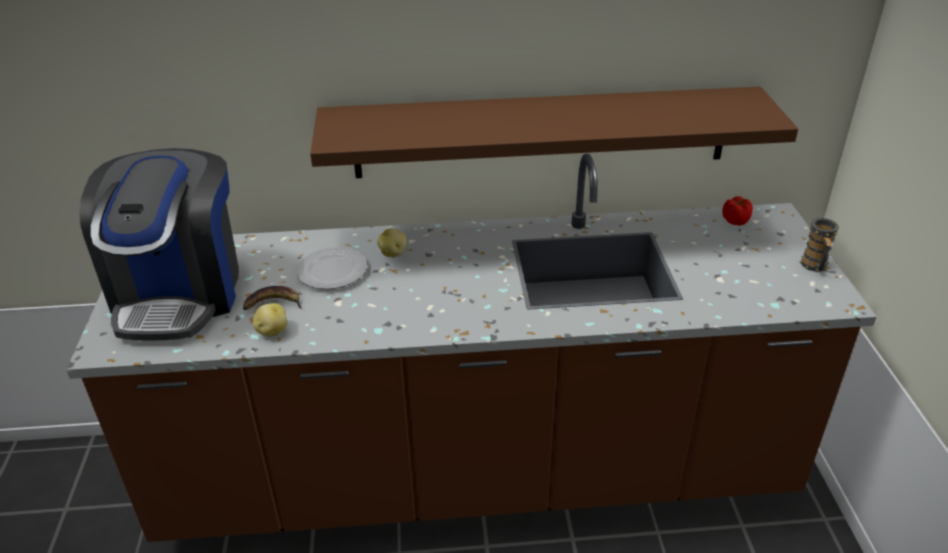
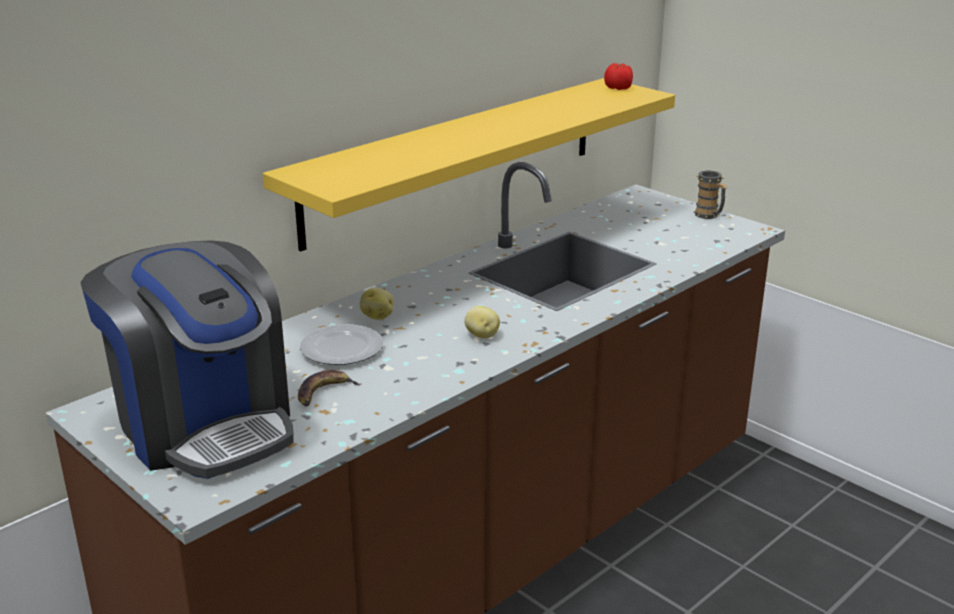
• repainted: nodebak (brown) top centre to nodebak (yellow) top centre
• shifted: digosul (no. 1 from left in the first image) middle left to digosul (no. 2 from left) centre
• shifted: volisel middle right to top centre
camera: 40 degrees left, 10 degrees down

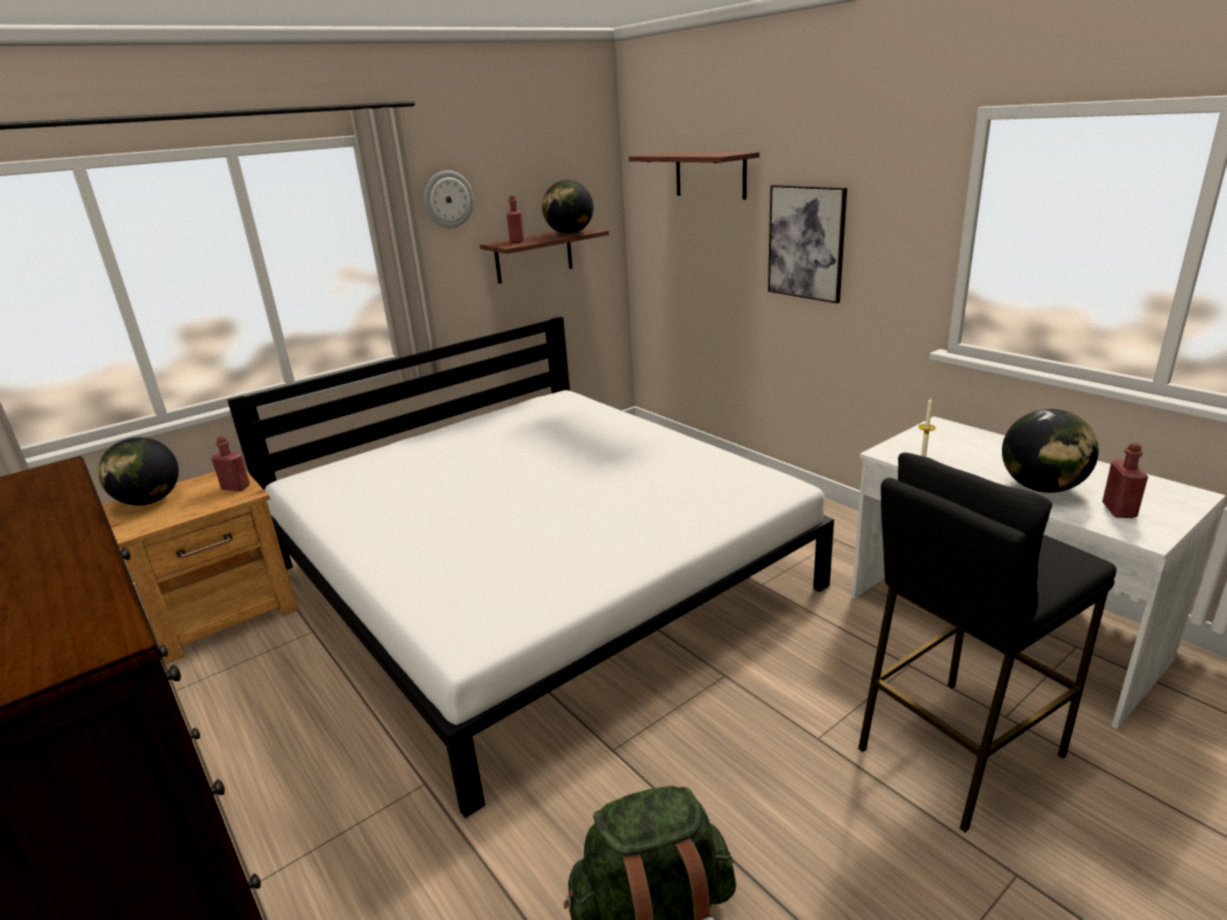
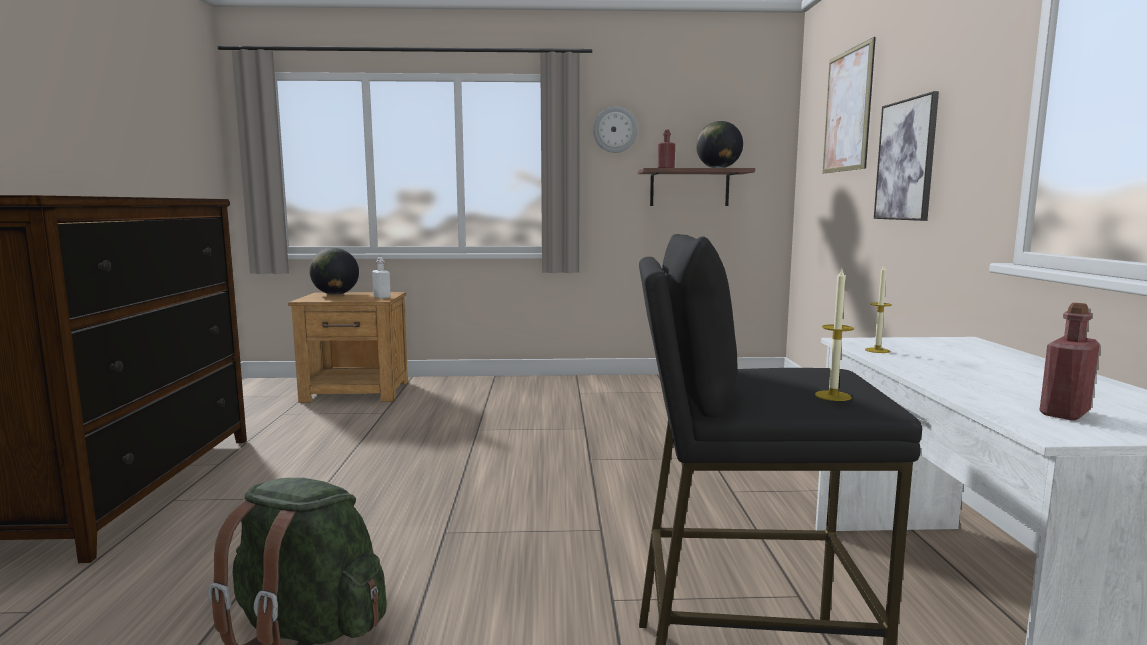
• repainted: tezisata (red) (no. 1 from left) middle left to tezisata (white) middle left
• new: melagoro (no. 1 from left) middle right
• swapped: nodebak (no. 2 from left) top centre to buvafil (no. 1 from left) top right
• gone: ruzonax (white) centre
• gone: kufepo (no. 3 from left) middle right
camera: 35 degrees right, 15 degrees down

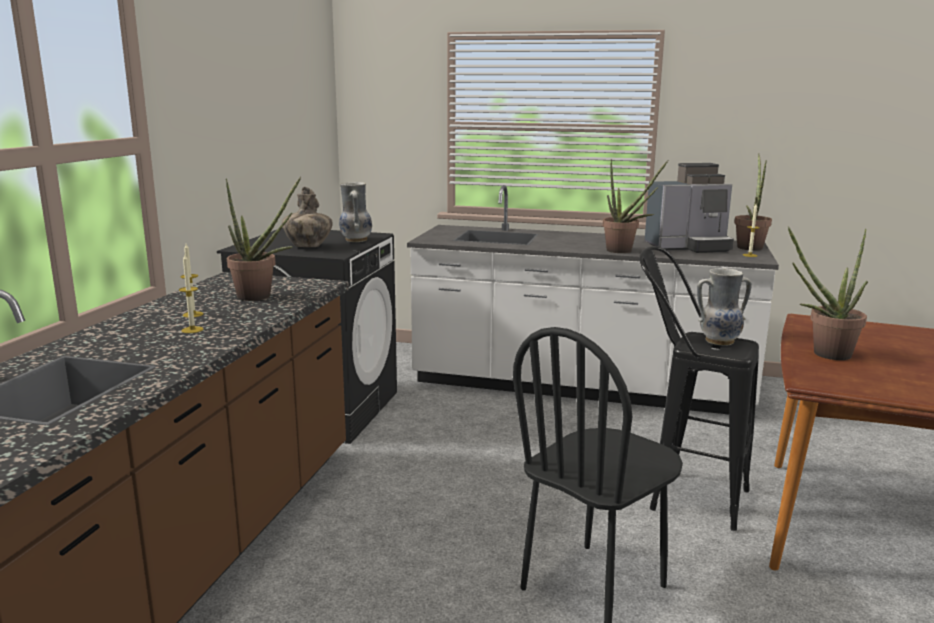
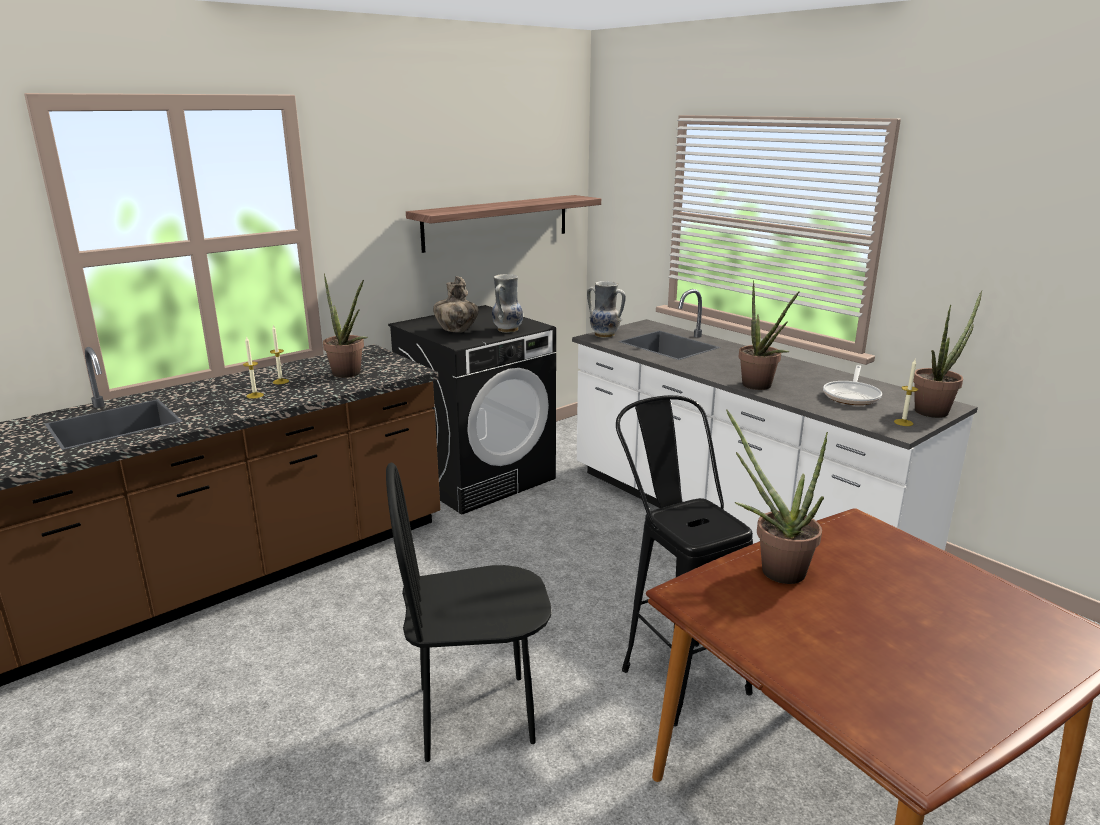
• new: nodebak top centre
• shifted: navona (no. 3 from left) middle right to centre
• swapped: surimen middle right to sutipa middle right
camera: 35 degrees right, 5 degrees up

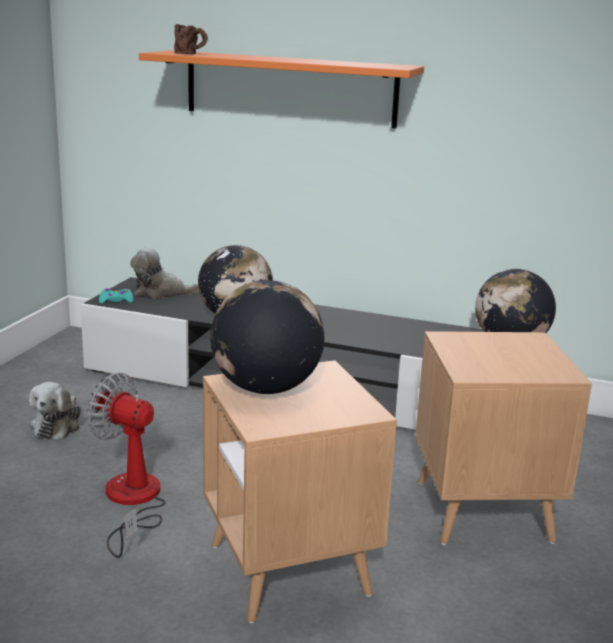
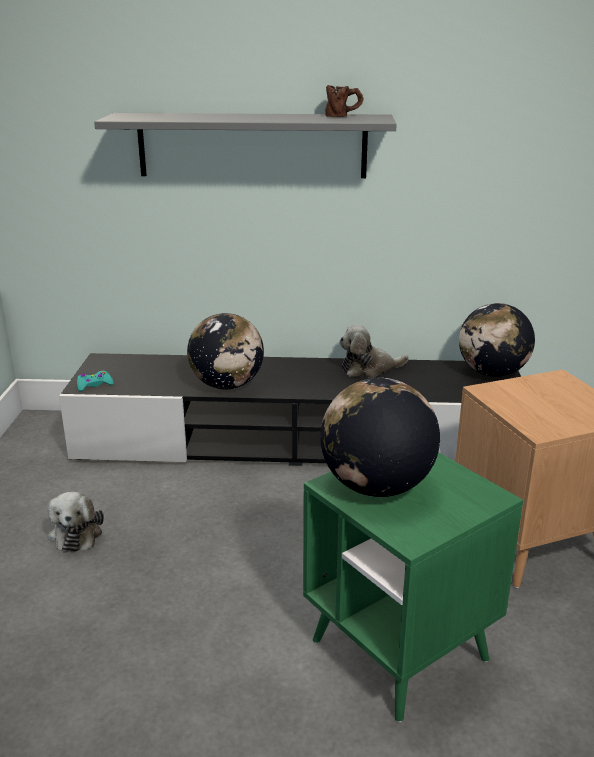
• repainted: nodebak (orange) top centre to nodebak (grey) top centre
• repainted: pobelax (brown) (no. 1 from left) bottom centre to pobelax (green) bottom right
• shifted: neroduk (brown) top left to top centre
• shifted: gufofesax (no. 2 from left) middle left to centre
• gone: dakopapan bottom left
camera: 15 degrees left, 5 degrees up

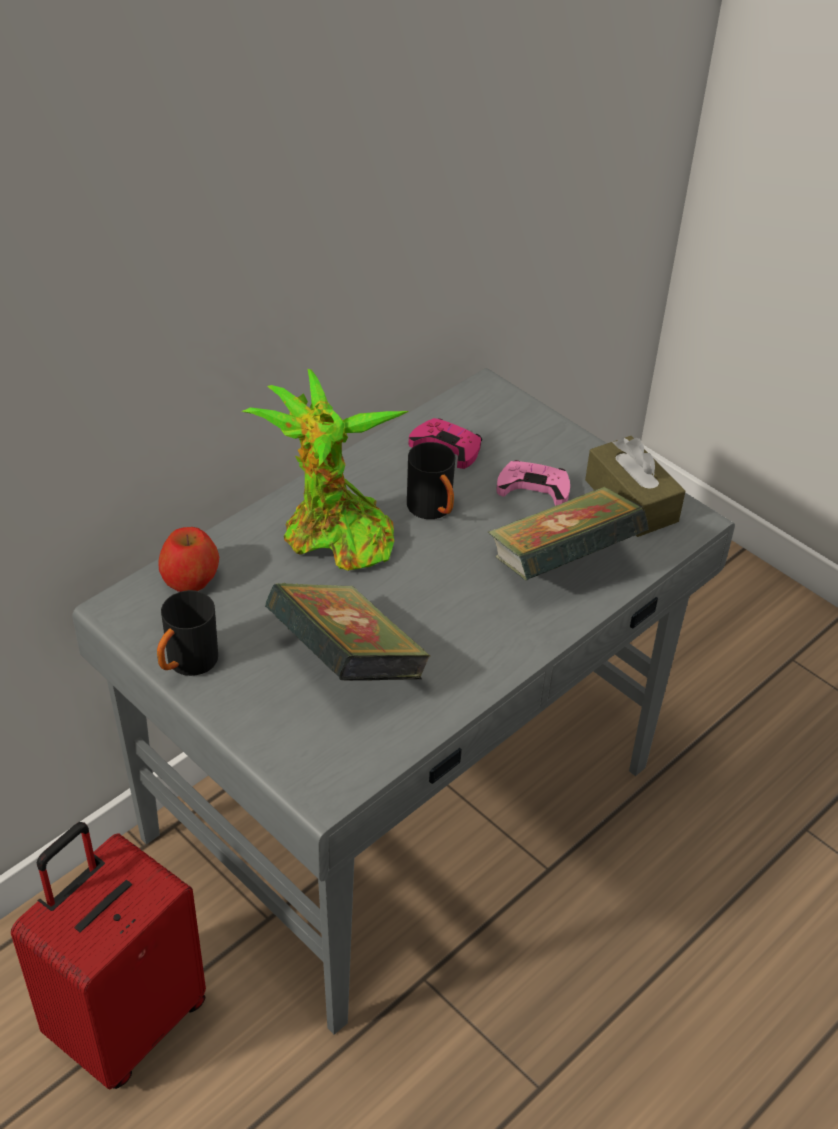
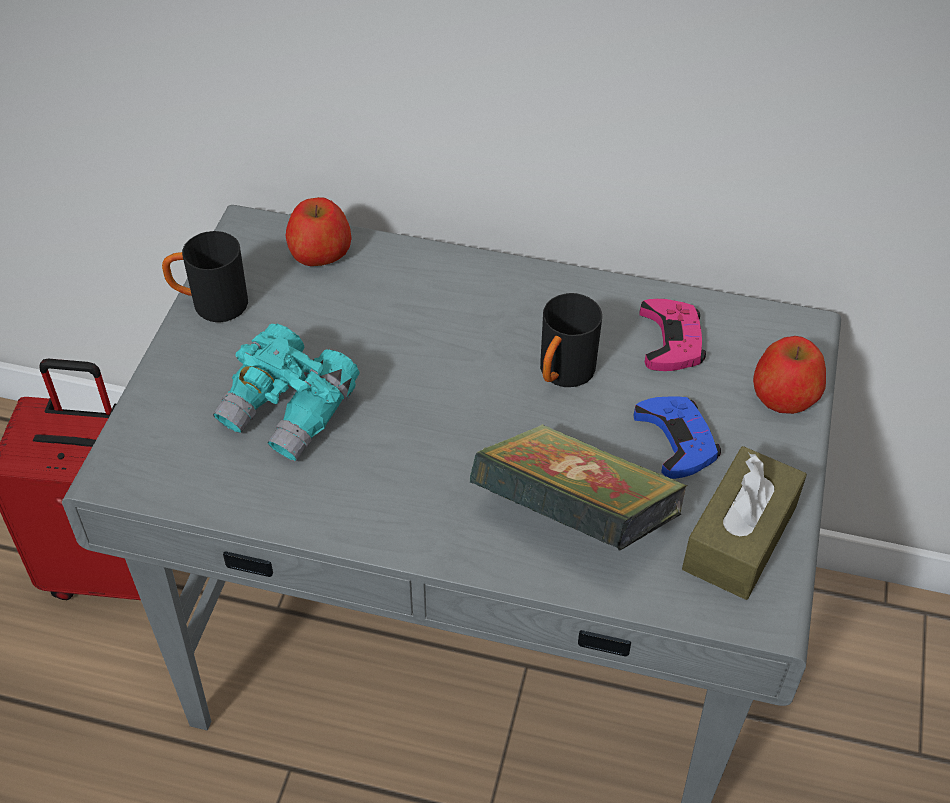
• swapped: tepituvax (no. 1 from left) centre to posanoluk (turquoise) middle left
• repainted: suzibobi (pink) (no. 2 from left) centre to suzibobi (blue) middle right
• new: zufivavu (no. 2 from left) middle right
• gone: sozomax centre
camera: 60 degrees right, 5 degrees up

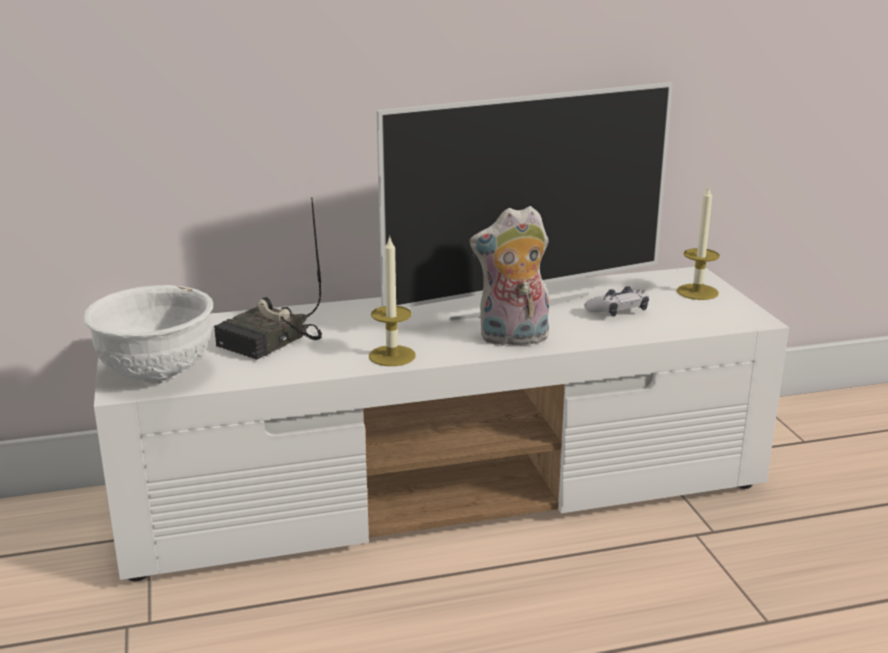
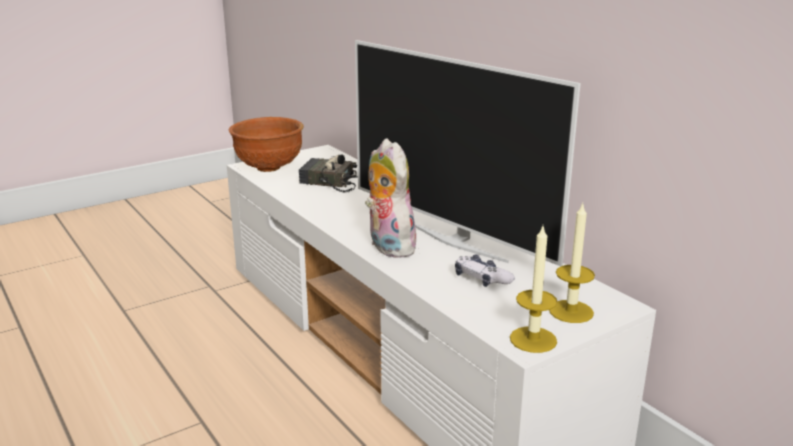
• repainted: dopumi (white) middle left to dopumi (brown) top centre
• shifted: melagoro (no. 1 from left) centre to middle right
camera: 70 degrees right, 0 degrees up

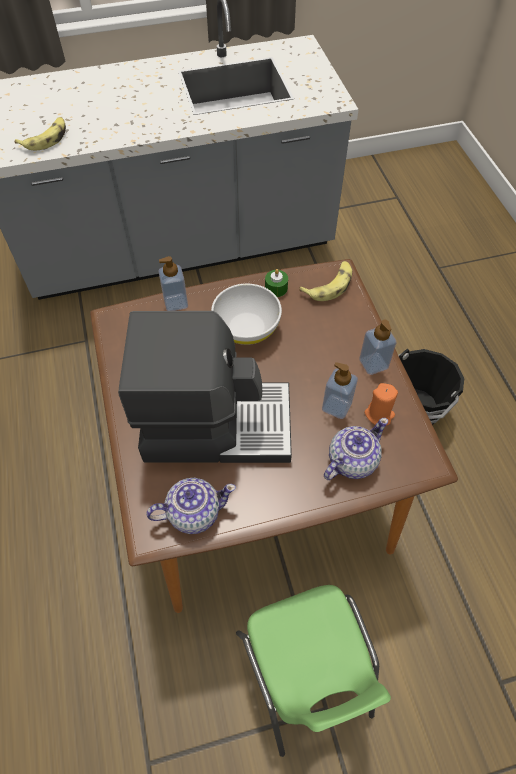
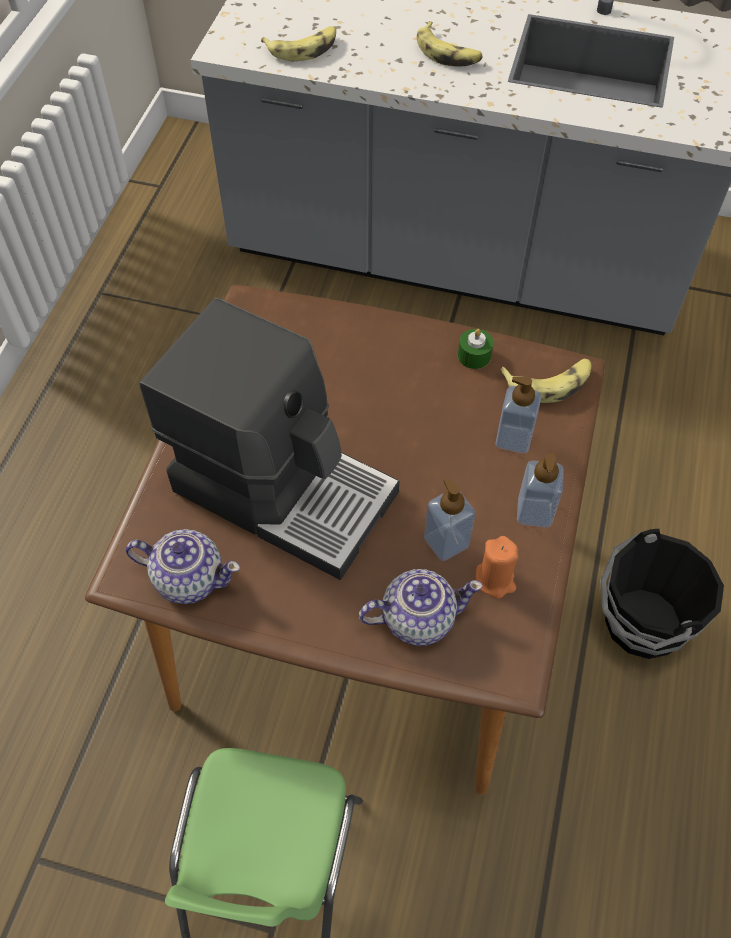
• new: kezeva (no. 2 from left) top centre
• shifted: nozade (no. 1 from left in the first image) centre to nozade (no. 2 from left) middle right
• gone: dopumi (white) centre
camera: 30 degrees right, 0 degrees up

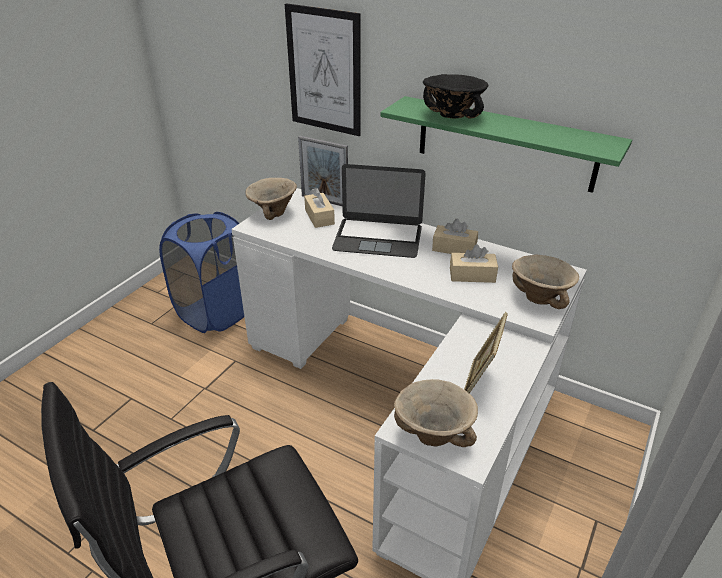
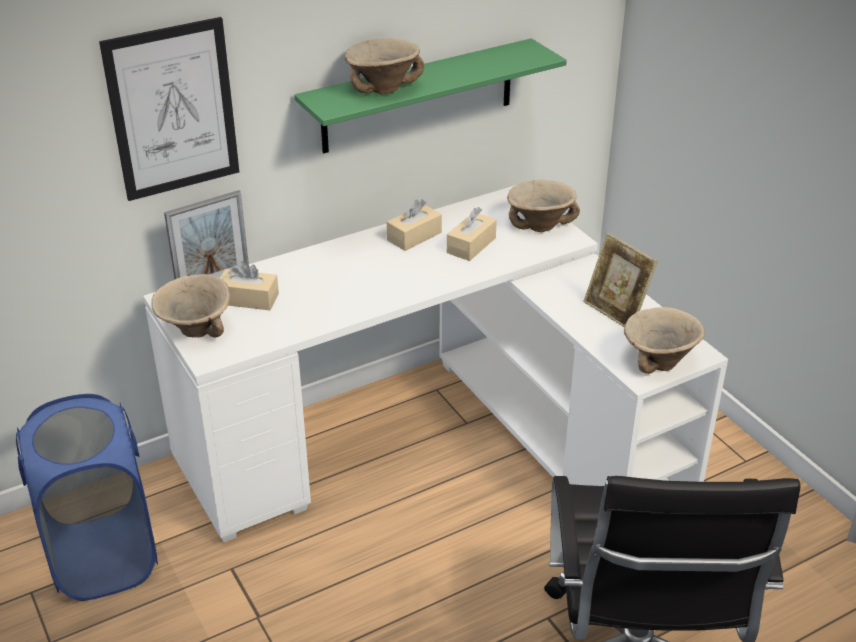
• repainted: dopumi (black) top centre to dopumi (beige) (no. 2 from left) top centre
• gone: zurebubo centre
camera: 60 degrees left, 0 degrees up

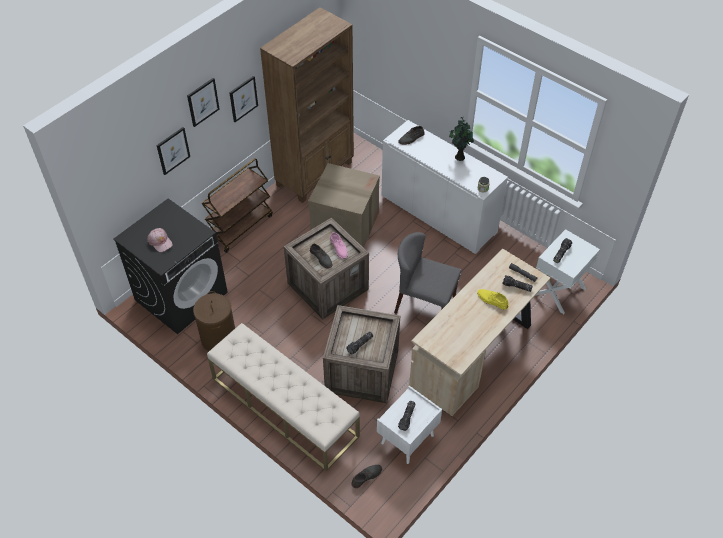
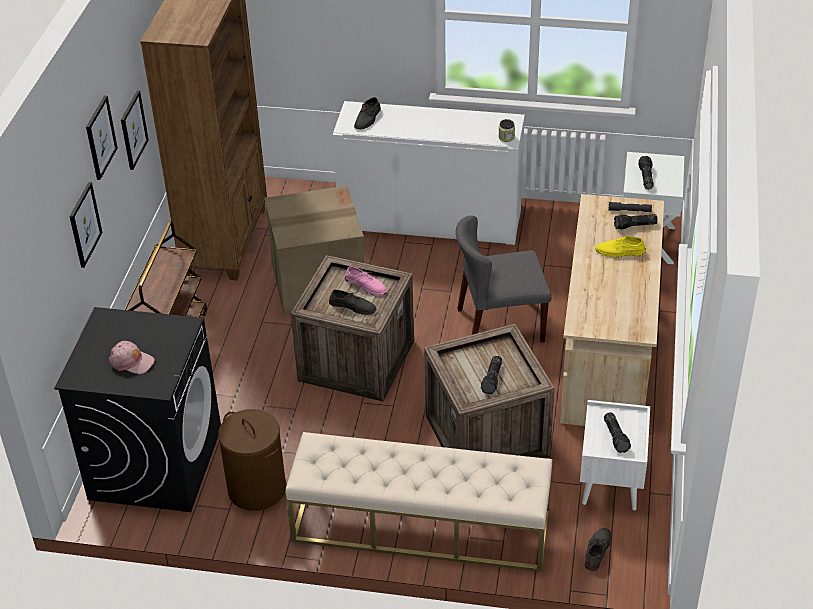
• gone: sozomax top centre
camera: 30 degrees left, 10 degrees down

